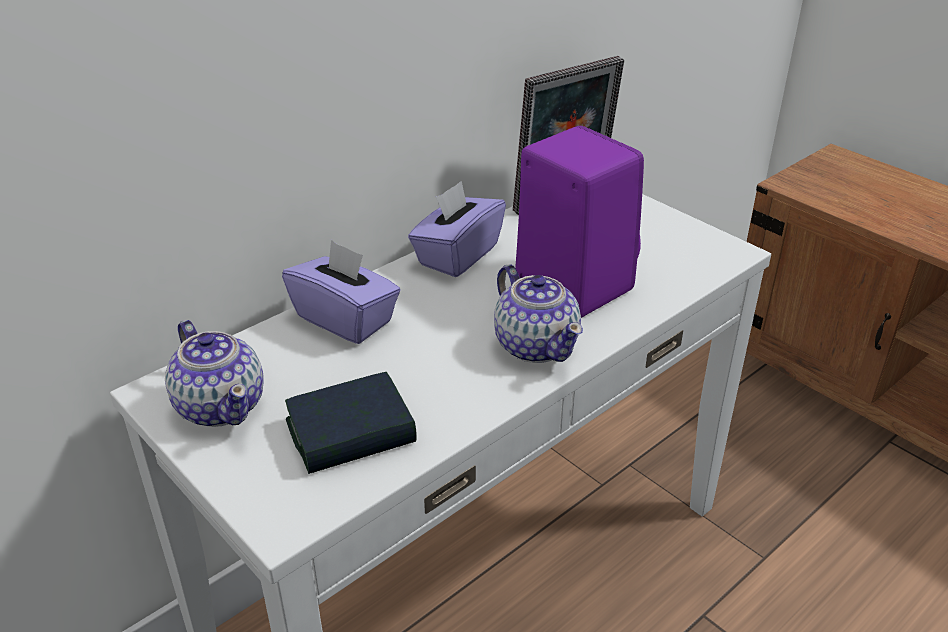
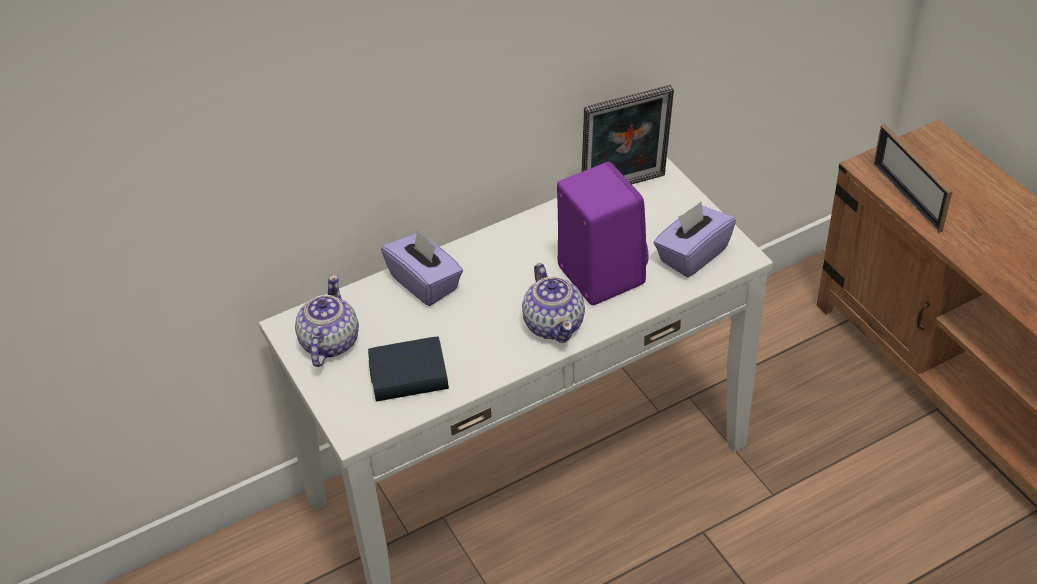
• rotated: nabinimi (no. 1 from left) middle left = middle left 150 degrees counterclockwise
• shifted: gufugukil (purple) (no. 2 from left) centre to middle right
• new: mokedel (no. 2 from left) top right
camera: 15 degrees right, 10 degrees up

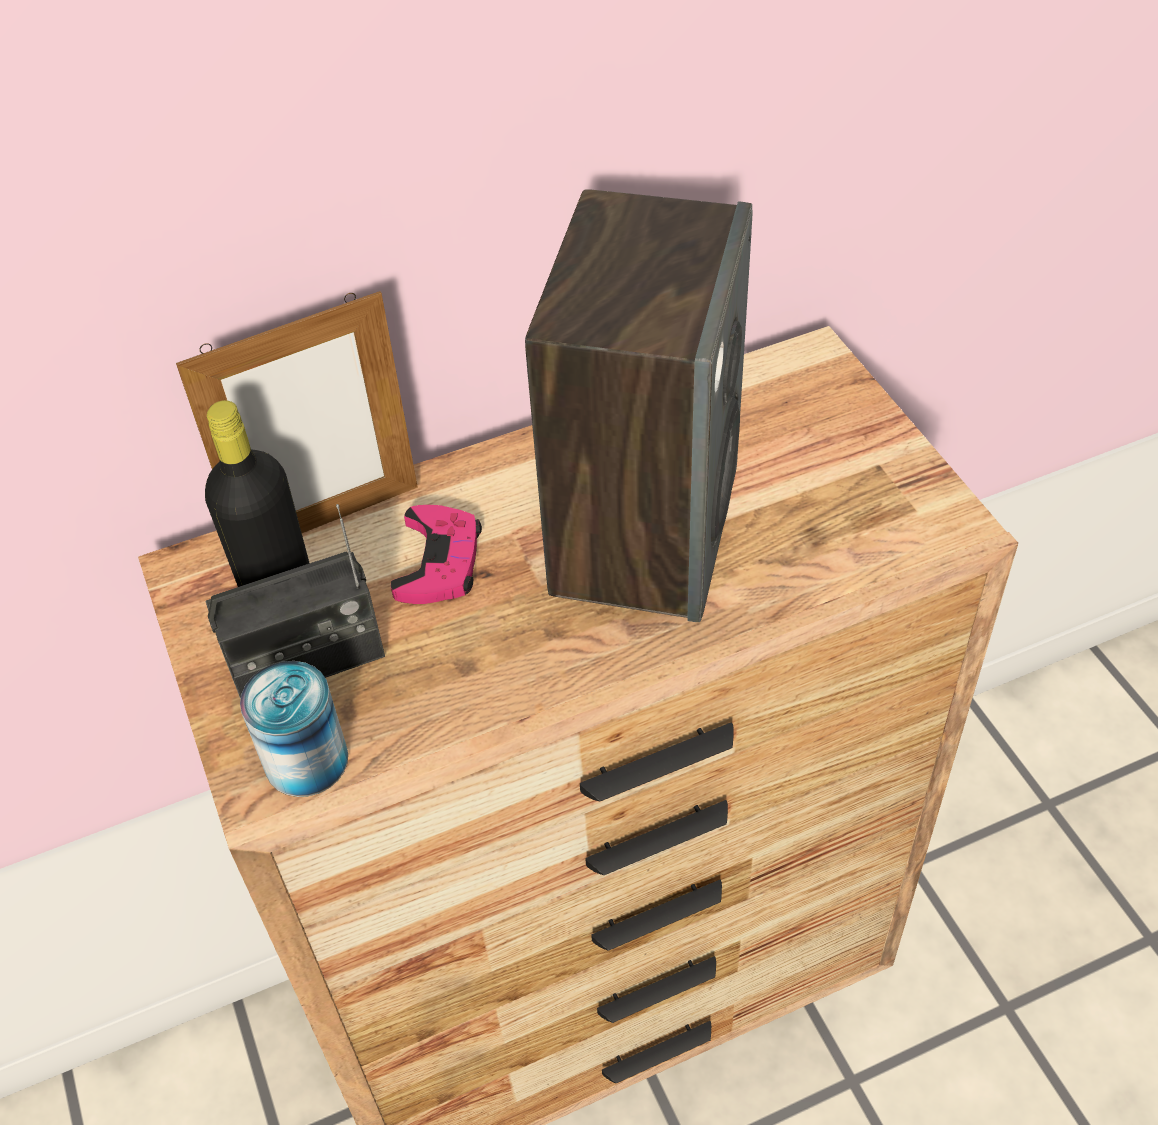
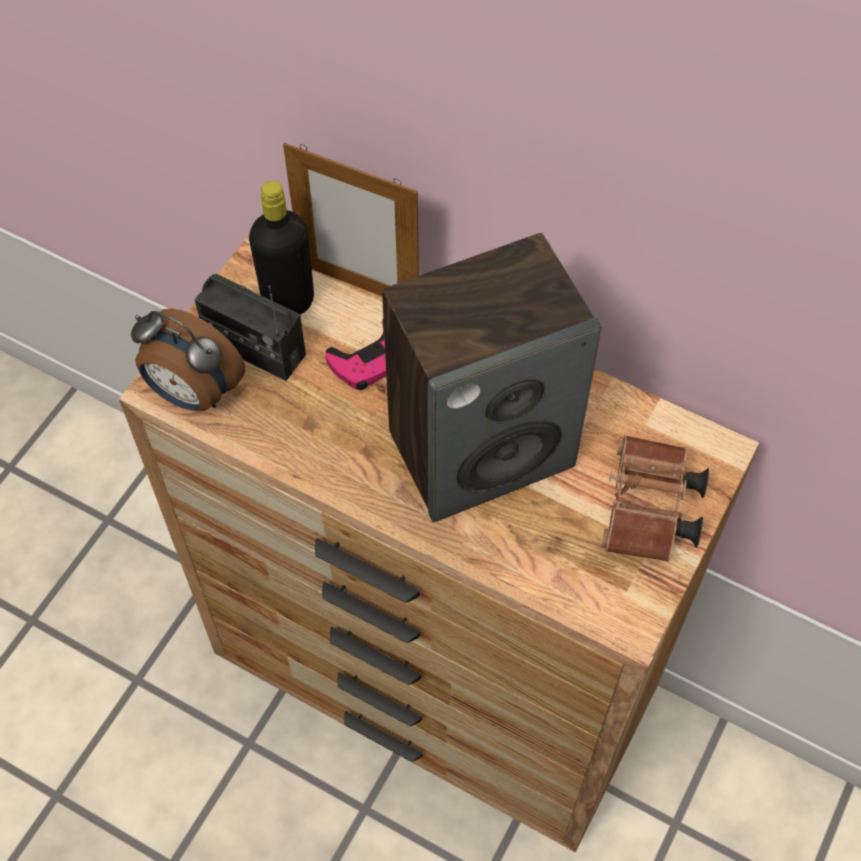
• swapped: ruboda middle left to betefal middle left
• new: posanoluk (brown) middle right
camera: 50 degrees right, 10 degrees up

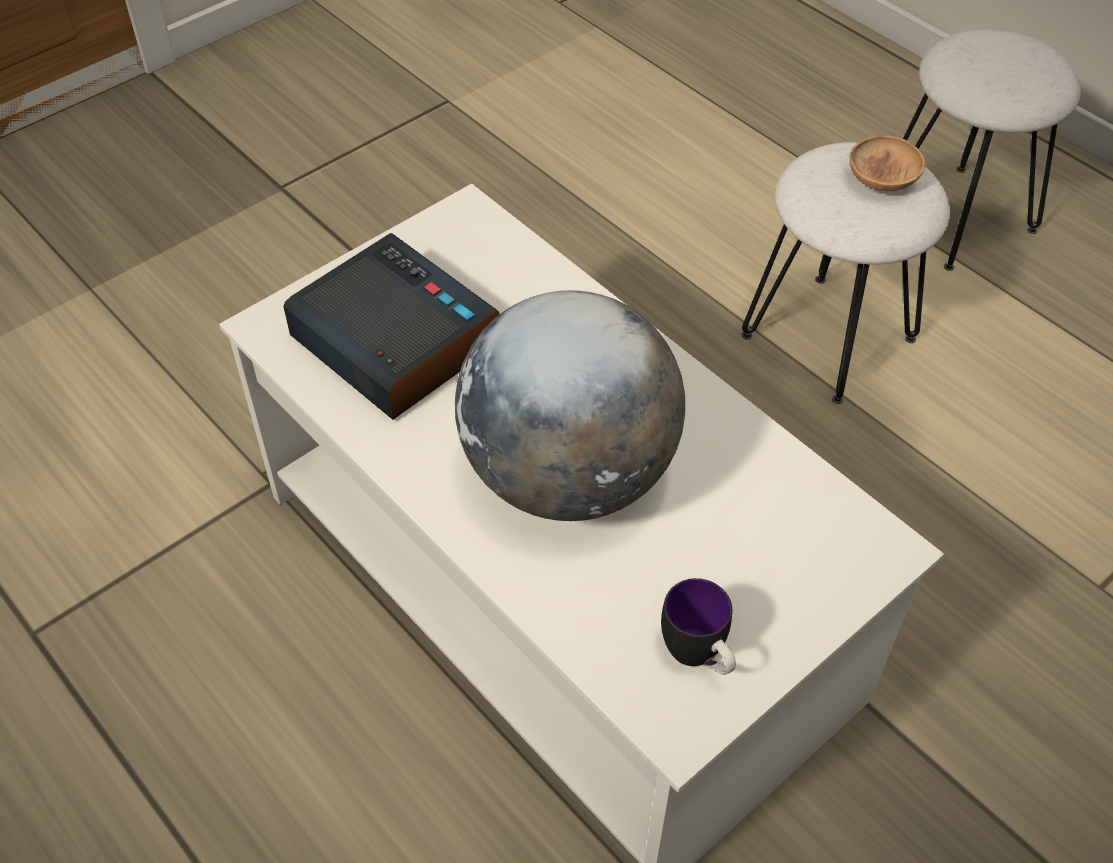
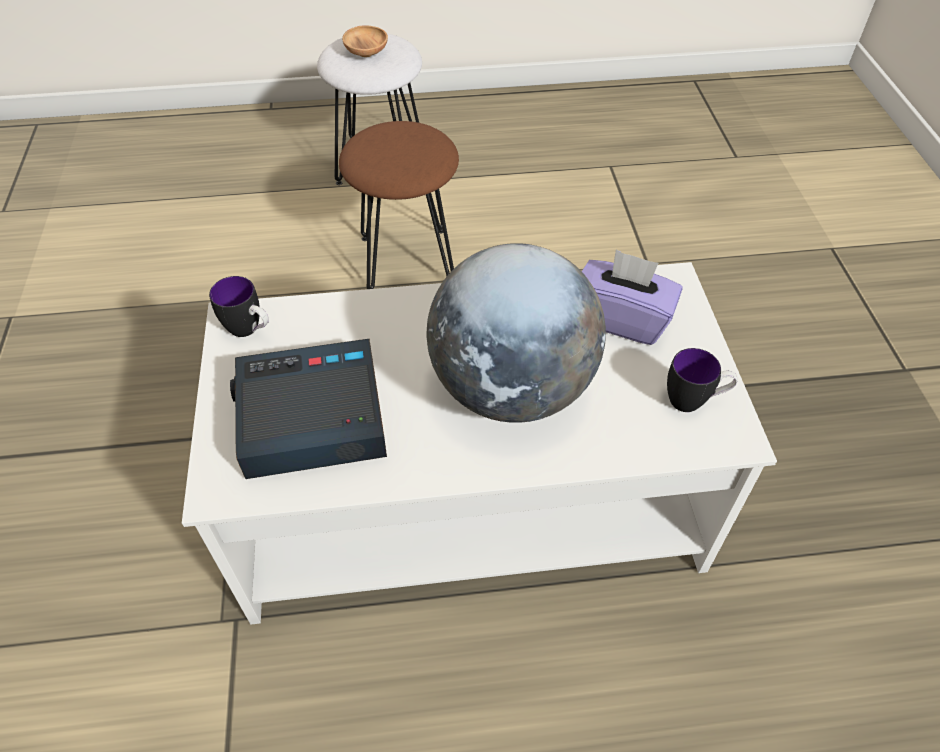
• new: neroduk (no. 1 from left) middle left
• repainted: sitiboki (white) (no. 1 from left) top right to sitiboki (brown) top centre
• shifted: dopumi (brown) top right to top centre
• new: gufugukil (purple) middle right
camera: 55 degrees left, 0 degrees up

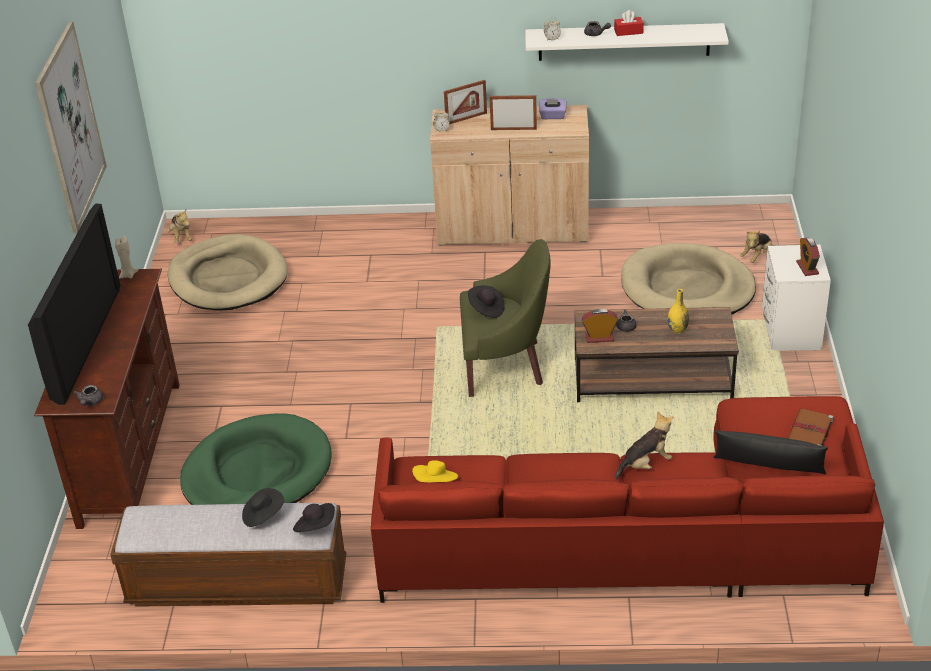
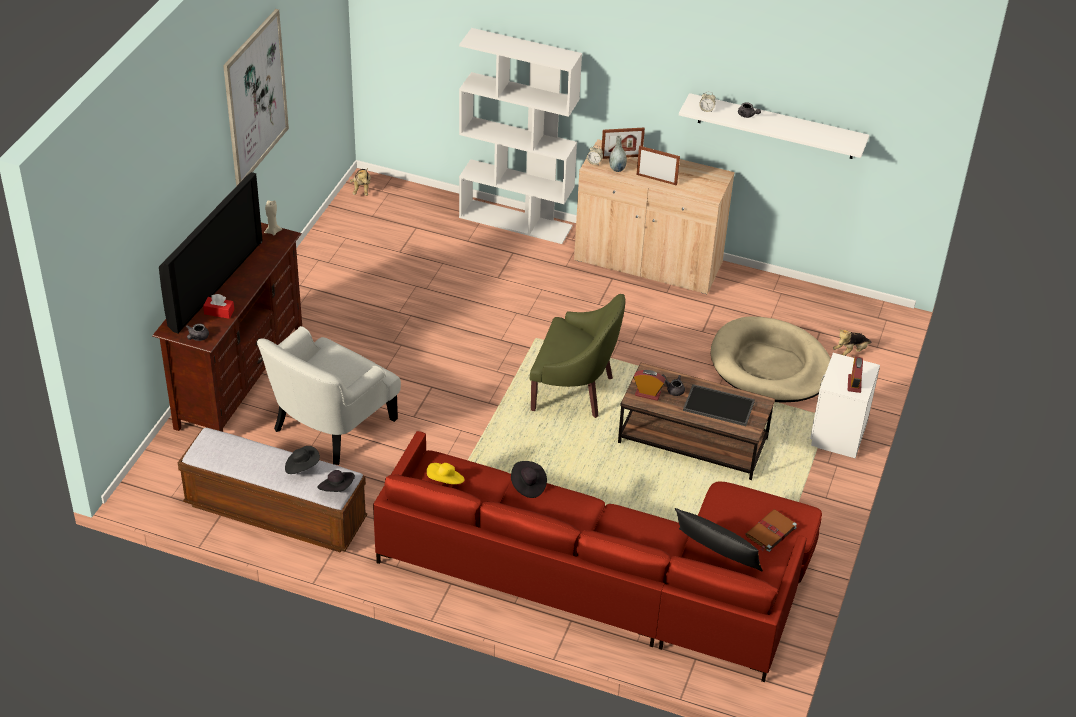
• shifted: gufugukil (red) top right to middle left
• swapped: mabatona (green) bottom left to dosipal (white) middle left
• new: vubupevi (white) top centre
• shifted: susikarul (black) (no. 3 from left) centre to bottom centre
• new: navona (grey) top centre
• swapped: navona (yellow) middle right to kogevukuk middle right
• gone: mabatona (beige) (no. 1 from left) middle left
• gone: gufugukil (purple) top centre
• gone: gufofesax (no. 2 from left) middle right
camera: 15 degrees right, 5 degrees up

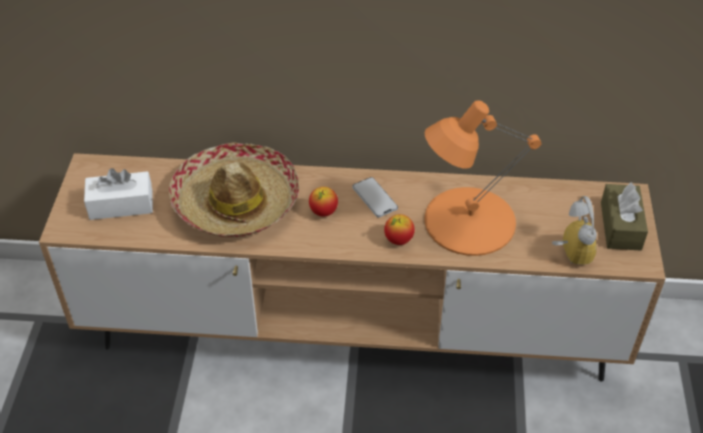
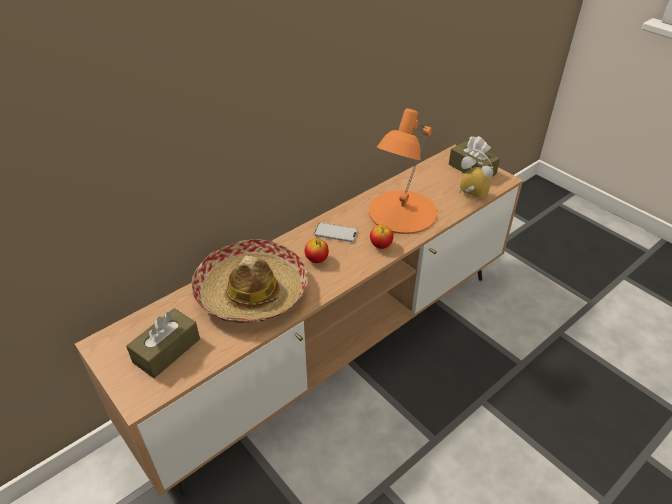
• repainted: gufugukil (white) middle left to gufugukil (brown) (no. 1 from left) bottom left
camera: 45 degrees left, 5 degrees down

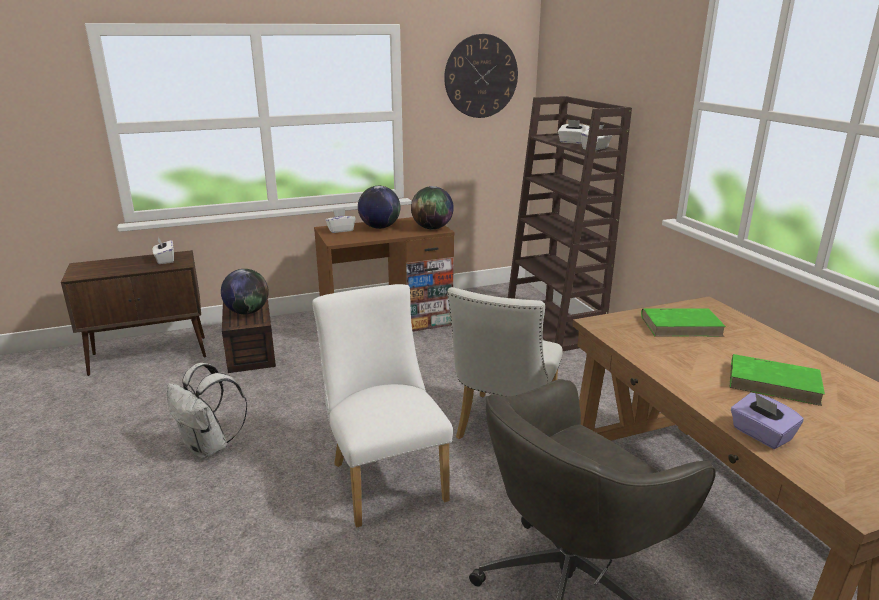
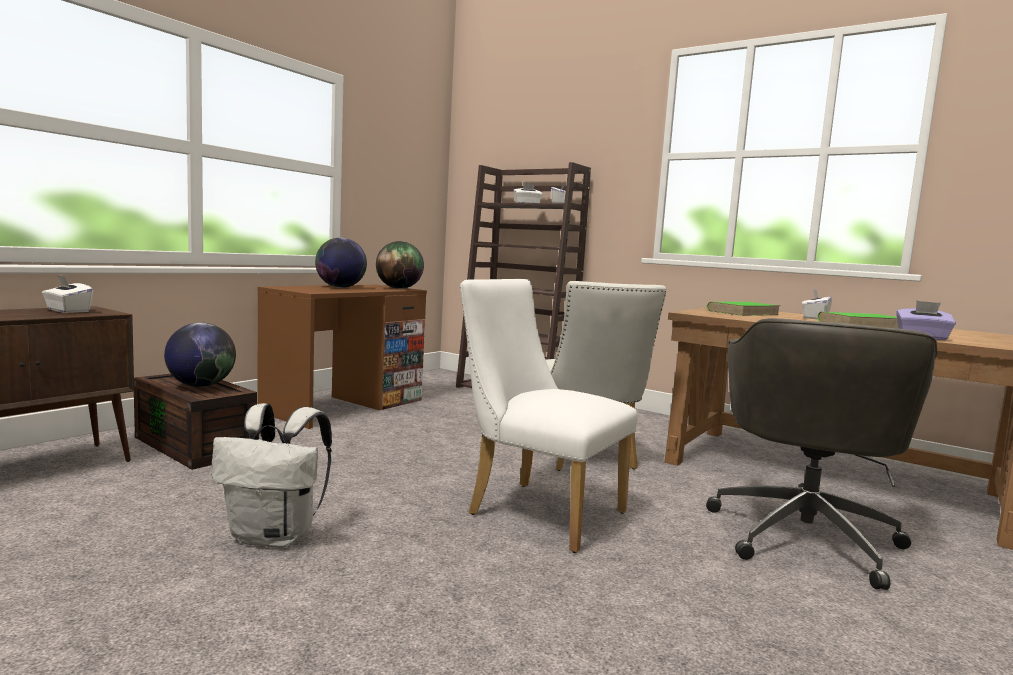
• shifted: gufugukil (white) (no. 2 from left in the first image) centre to gufugukil (white) (no. 4 from left) middle right
• gone: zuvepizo top centre
camera: 35 degrees left, 15 degrees down

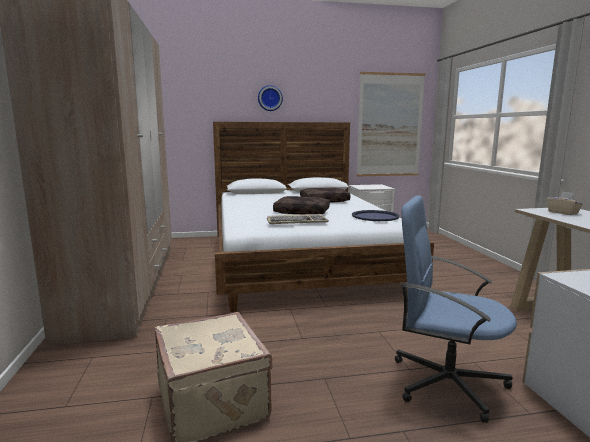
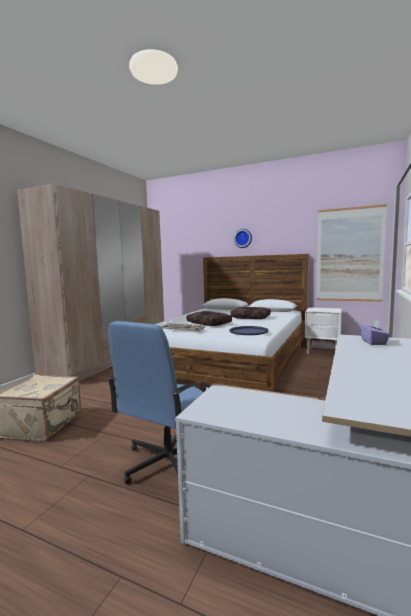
• rotated: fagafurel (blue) bottom right = centre 120 degrees counterclockwise
• repainted: gufugukil (beige) middle right to gufugukil (purple) middle right
camera: 35 degrees right, 5 degrees down

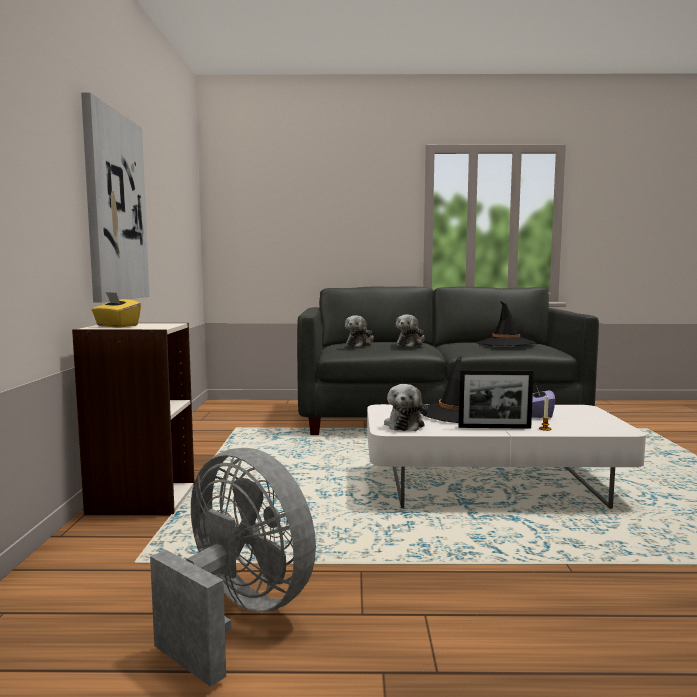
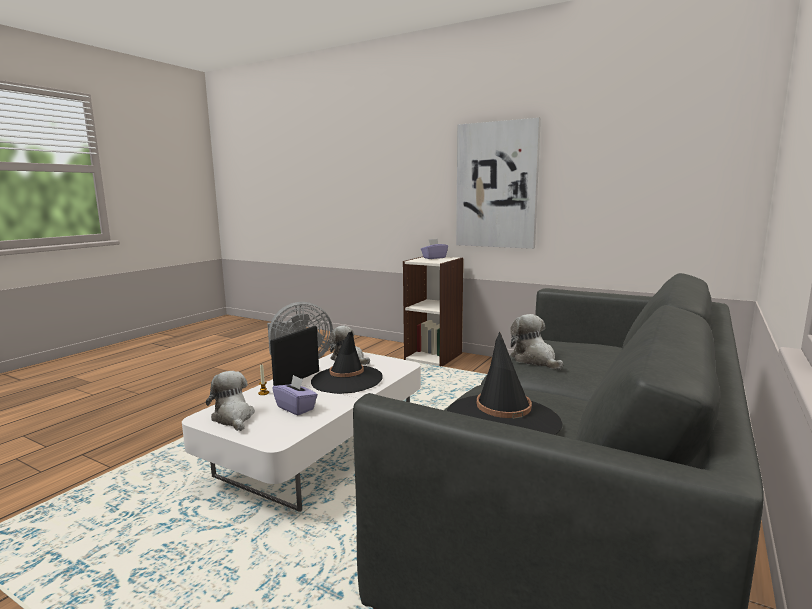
• shifted: gufofesax (no. 1 from left) centre to middle left
• repainted: gufugukil (yellow) middle left to gufugukil (purple) (no. 2 from left) centre
camera: 120 degrees right, 5 degrees up

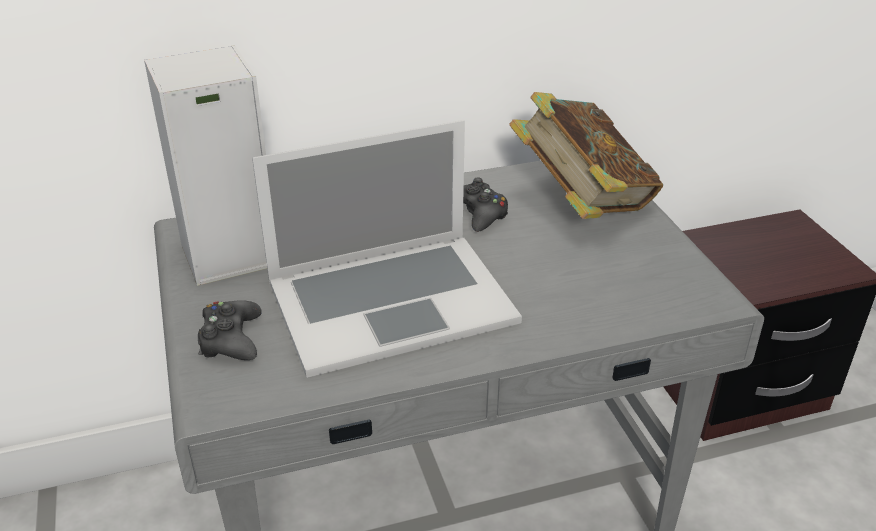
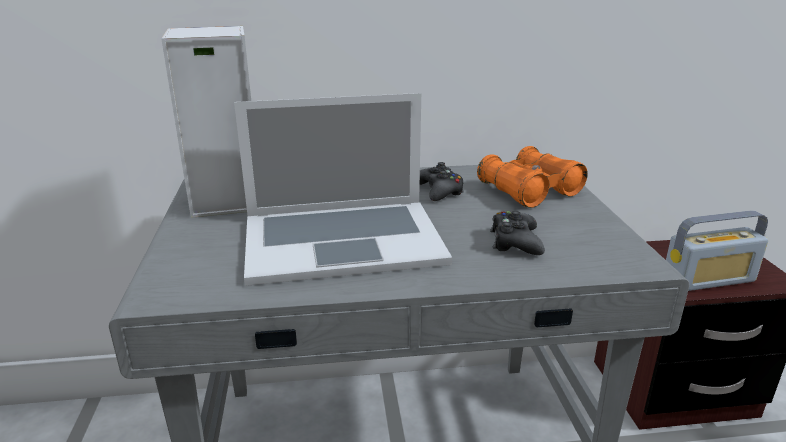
• swapped: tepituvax top right to posanoluk (orange) middle right
• shifted: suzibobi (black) (no. 1 from left in the first image) middle left to suzibobi (black) (no. 2 from left) centre
• new: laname middle right
camera: 10 degrees right, 10 degrees down

